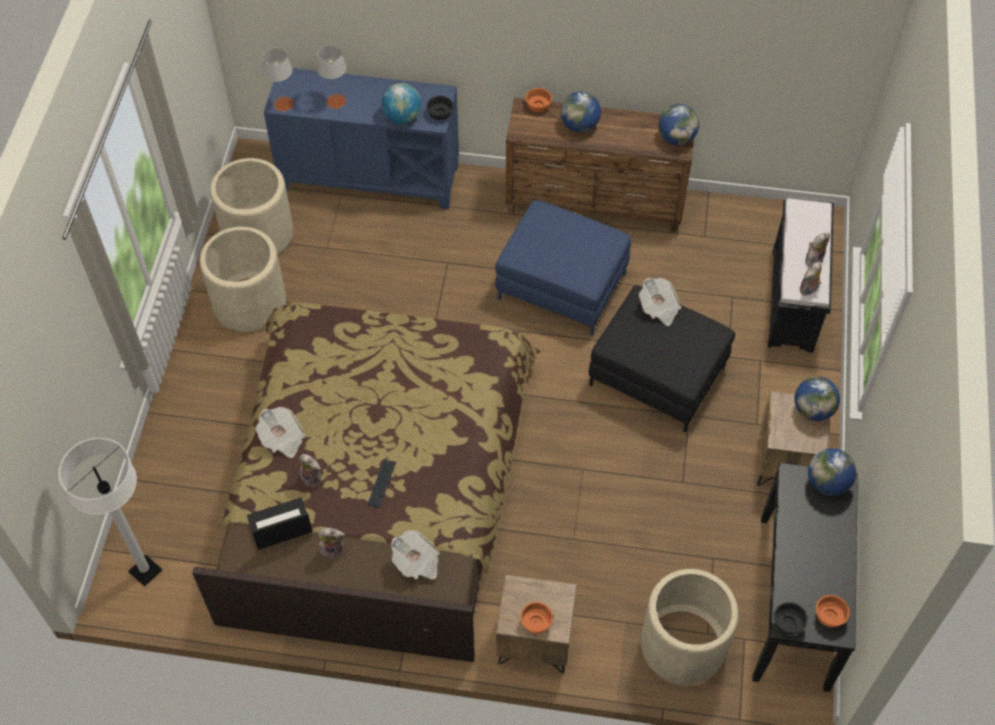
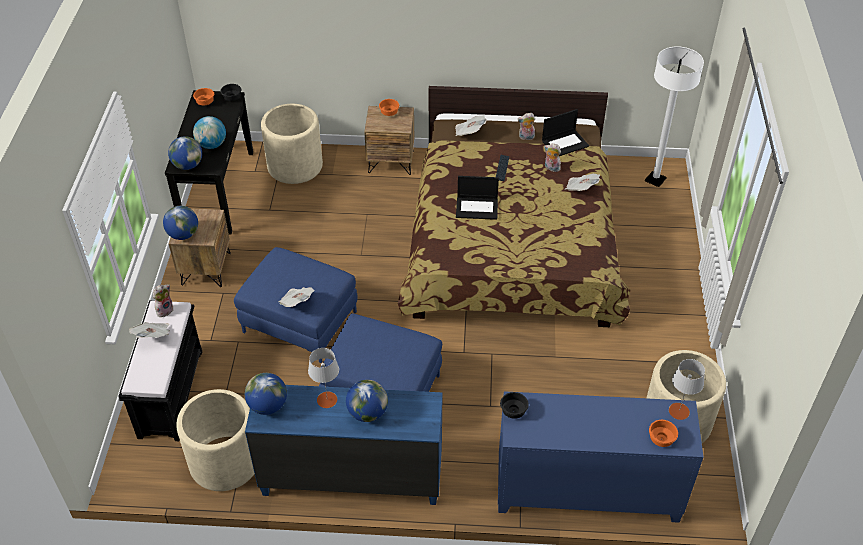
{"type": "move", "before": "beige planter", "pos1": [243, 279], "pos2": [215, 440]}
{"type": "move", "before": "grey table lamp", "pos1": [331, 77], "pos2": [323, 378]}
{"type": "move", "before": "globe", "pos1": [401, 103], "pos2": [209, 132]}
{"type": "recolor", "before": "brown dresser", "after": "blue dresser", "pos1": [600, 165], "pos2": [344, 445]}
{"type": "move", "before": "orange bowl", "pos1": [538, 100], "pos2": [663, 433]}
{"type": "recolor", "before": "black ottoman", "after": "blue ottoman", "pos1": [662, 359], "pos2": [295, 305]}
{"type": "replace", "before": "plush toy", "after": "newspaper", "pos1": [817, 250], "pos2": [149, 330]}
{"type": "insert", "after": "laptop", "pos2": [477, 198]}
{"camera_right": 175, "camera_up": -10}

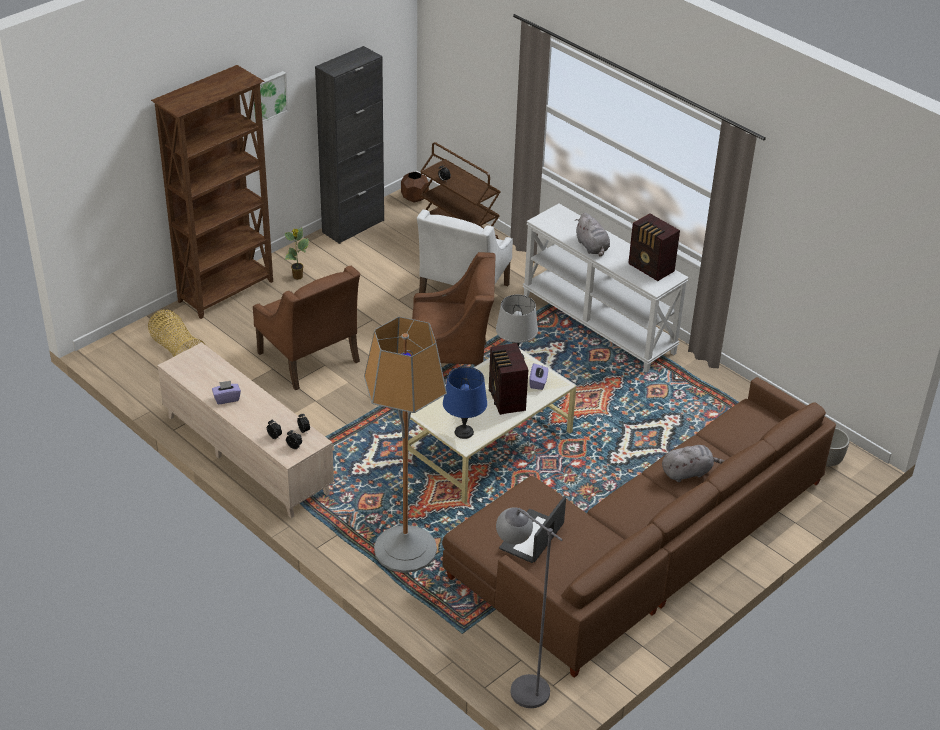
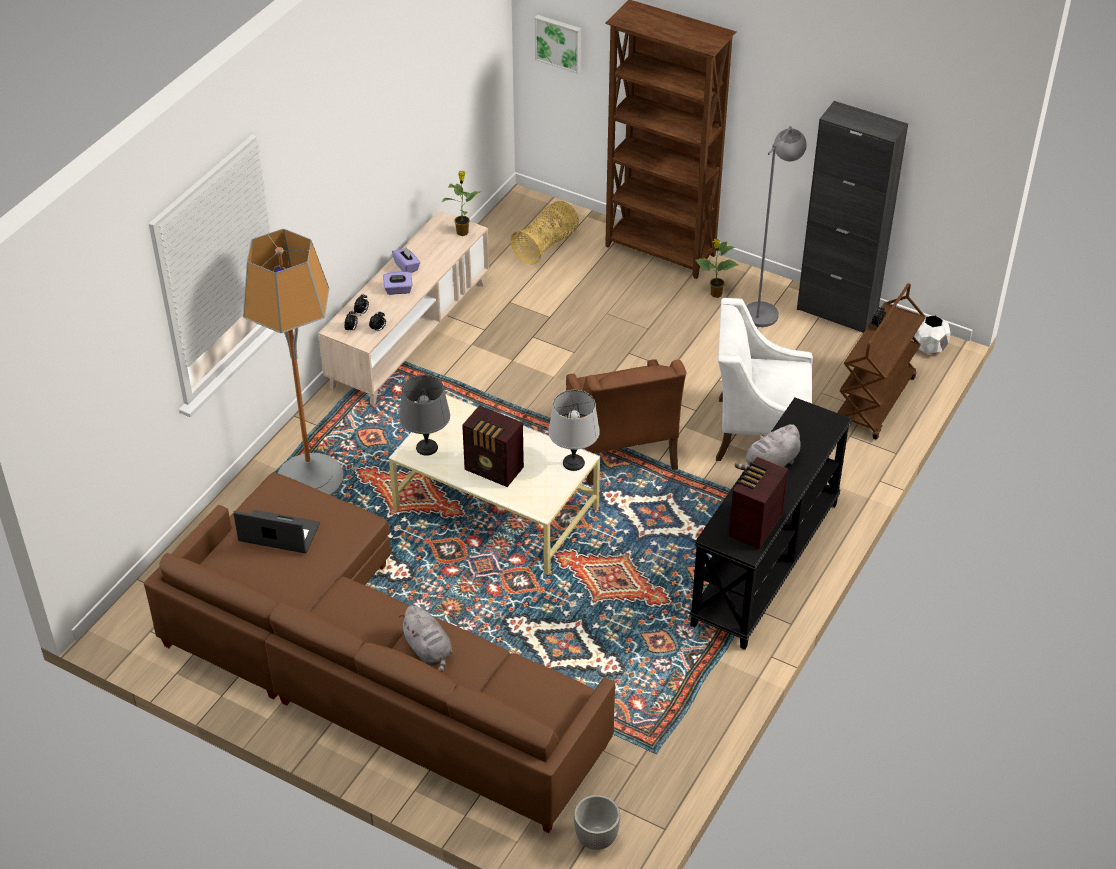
{"type": "move", "before": "picture", "pos1": [268, 97], "pos2": [558, 44]}
{"type": "delete", "before": "brown armchair", "pos1": [306, 328]}
{"type": "recolor", "before": "brown planter", "after": "white planter", "pos1": [415, 187], "pos2": [932, 334]}
{"type": "recolor", "before": "blue table lamp", "after": "grey table lamp", "pos1": [465, 402], "pos2": [424, 415]}
{"type": "rotate", "before": "radio", "pos1": [508, 379], "pos2": [493, 446], "turn": -120}
{"type": "move", "before": "grey floor lamp", "pos1": [529, 607], "pos2": [776, 226]}
{"type": "recolor", "before": "white console table", "after": "black console table", "pos1": [606, 288], "pos2": [770, 524]}
{"type": "move", "before": "purple tissue box", "pos1": [538, 376], "pos2": [397, 283]}
{"type": "insert", "after": "potted plant", "pos2": [462, 203]}
{"camera_right": 75, "camera_up": 5}

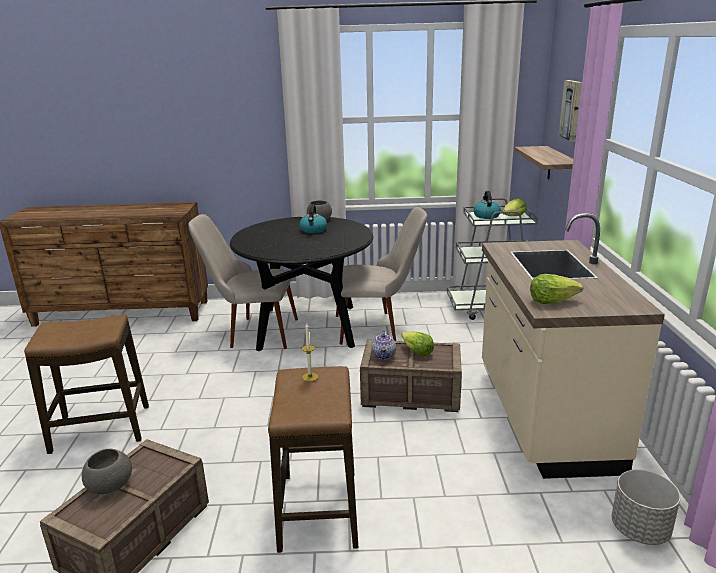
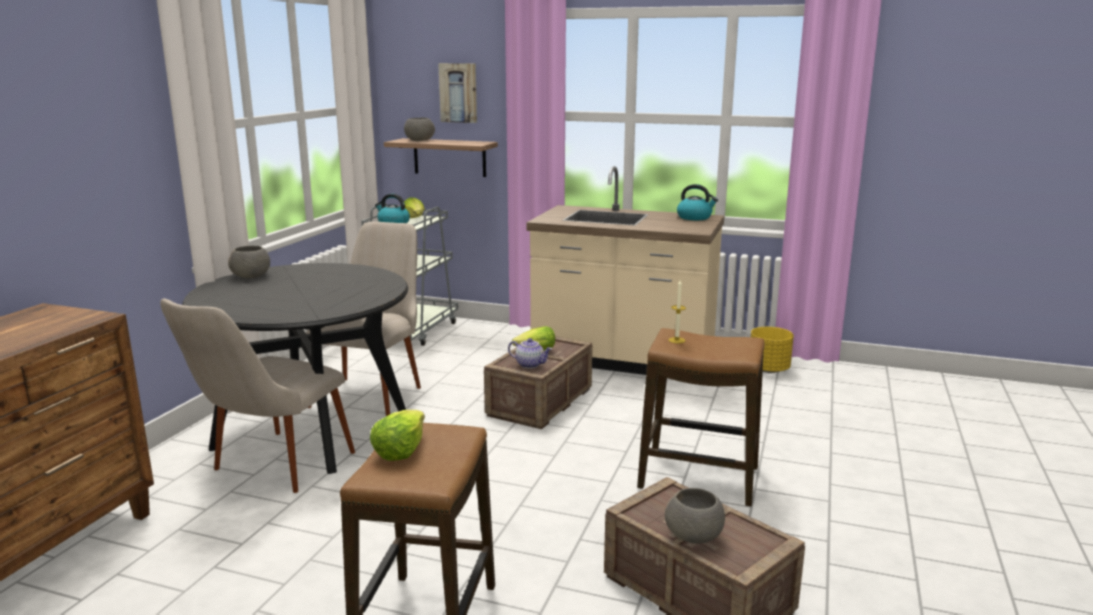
{"type": "move", "before": "kettle", "pos1": [313, 218], "pos2": [697, 202]}
{"type": "move", "before": "lettuce", "pos1": [556, 289], "pos2": [397, 435]}
{"type": "recolor", "before": "grey planter", "after": "yellow planter", "pos1": [646, 507], "pos2": [772, 350]}
{"type": "insert", "after": "grey bowl", "pos2": [419, 129]}
{"camera_right": -70, "camera_up": -5}

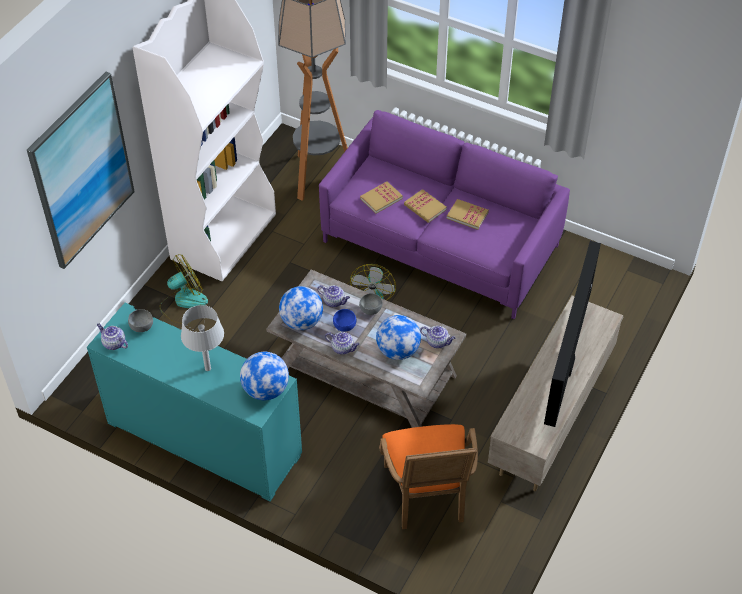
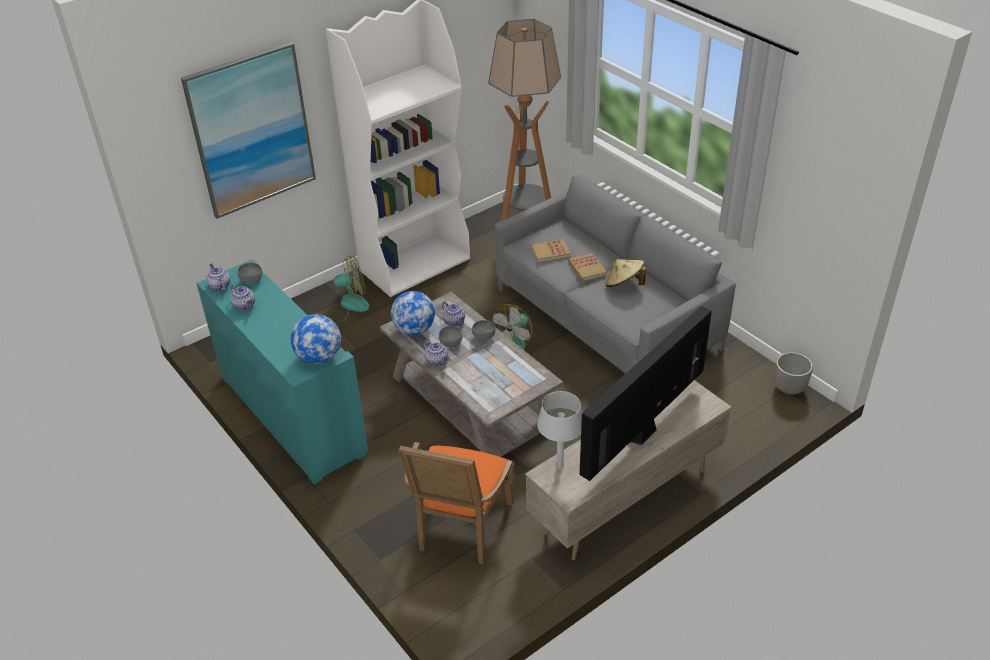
{"type": "move", "before": "grey table lamp", "pos1": [202, 338], "pos2": [559, 430]}
{"type": "recolor", "before": "purple sofa", "after": "grey sofa", "pos1": [444, 214], "pos2": [615, 274]}
{"type": "recolor", "before": "blue bowl", "after": "grey bowl", "pos1": [344, 320], "pos2": [450, 337]}
{"type": "delete", "before": "globe", "pos1": [398, 337]}
{"type": "move", "before": "teapot", "pos1": [437, 337], "pos2": [243, 297]}
{"type": "replace", "before": "book", "after": "beige hat", "pos1": [468, 214], "pos2": [626, 273]}
{"type": "insert", "after": "planter", "pos2": [793, 373]}
{"camera_right": 25, "camera_up": -10}

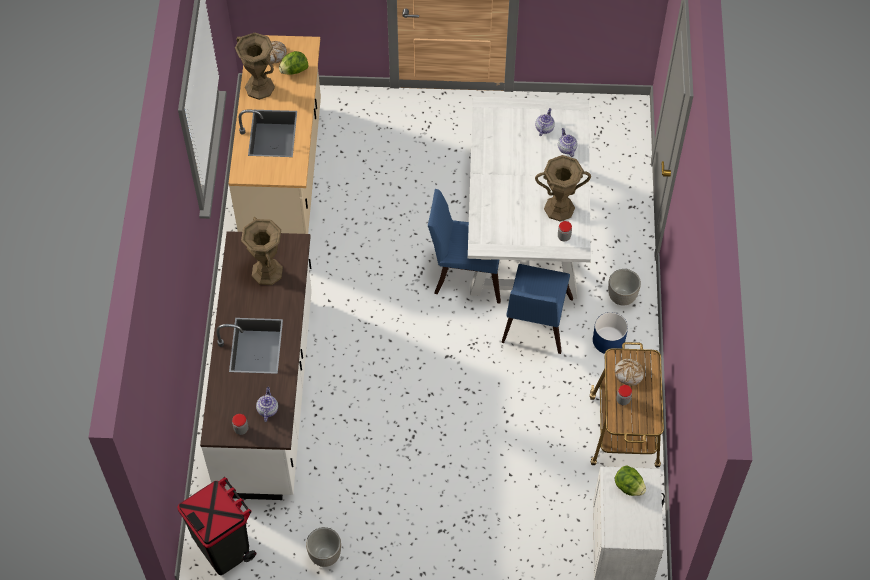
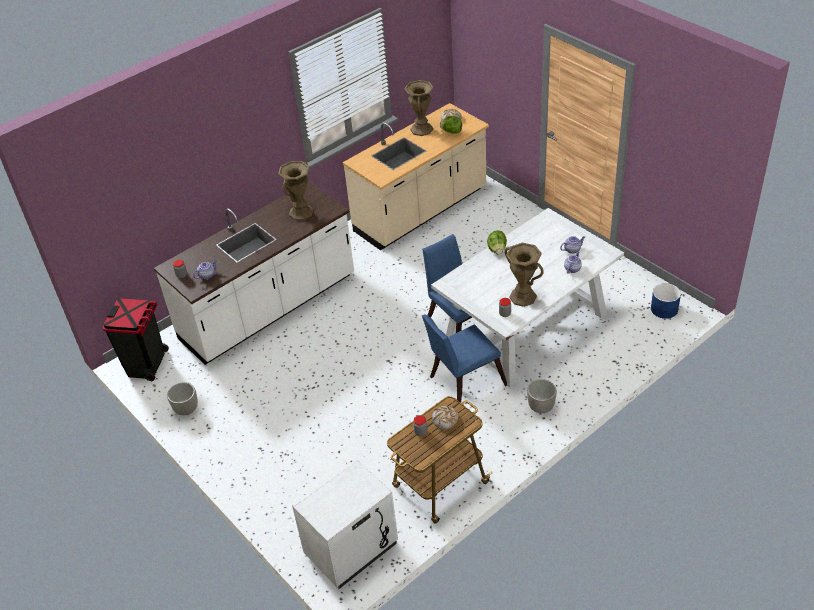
{"type": "move", "before": "blue planter", "pos1": [610, 333], "pos2": [666, 301]}
{"type": "move", "before": "lettuce", "pos1": [630, 480], "pos2": [497, 242]}
{"camera_right": 50, "camera_up": -15}

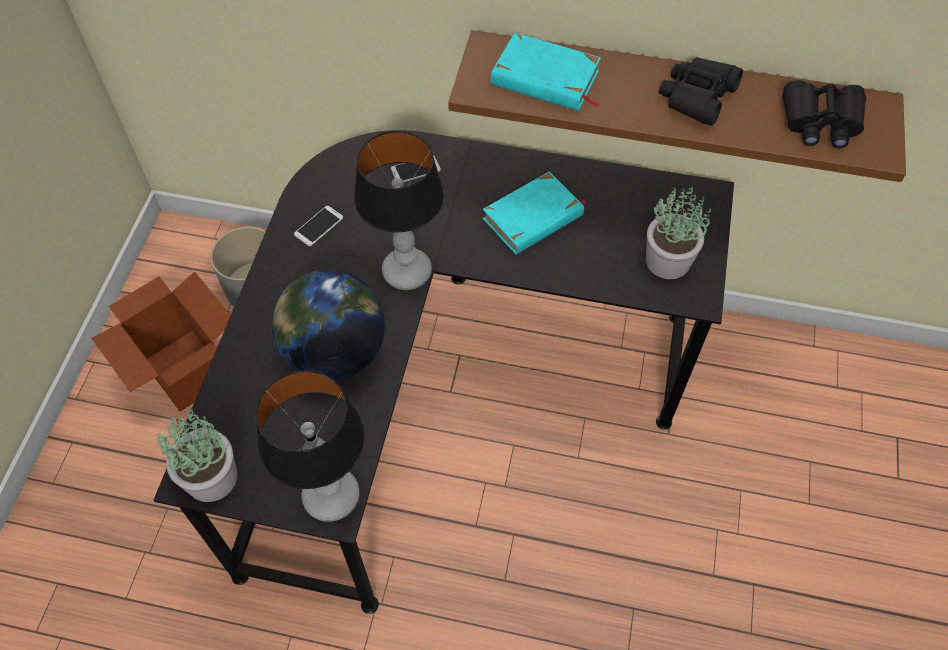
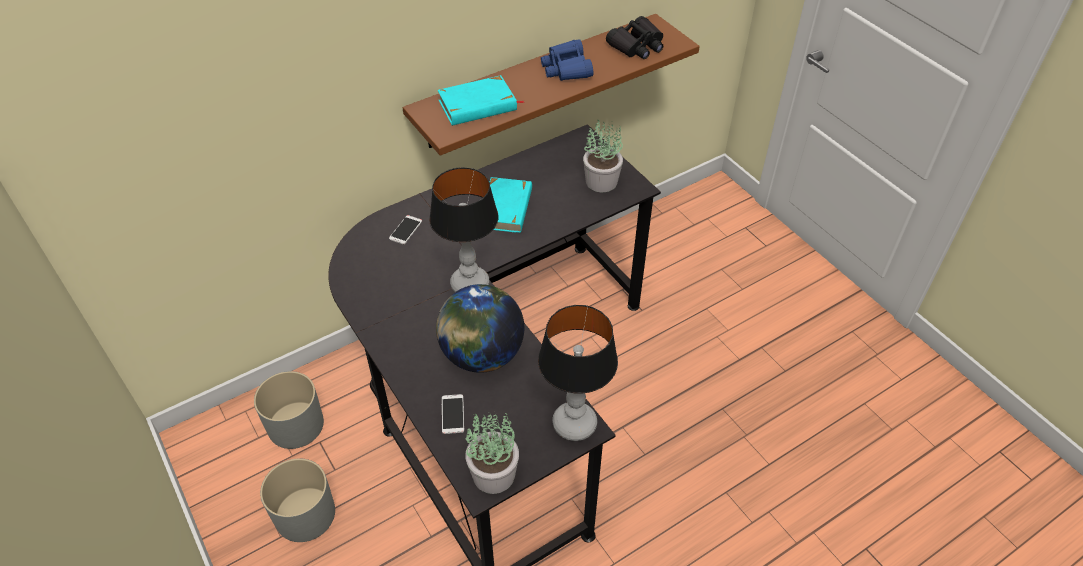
{"type": "replace", "before": "cardboard box", "after": "grey planter", "pos1": [161, 341], "pos2": [297, 500]}
{"type": "move", "before": "phone", "pos1": [318, 226], "pos2": [453, 414]}
{"type": "recolor", "before": "black binoculars", "after": "blue binoculars", "pos1": [701, 91], "pos2": [567, 60]}
{"camera_right": -45, "camera_up": -10}

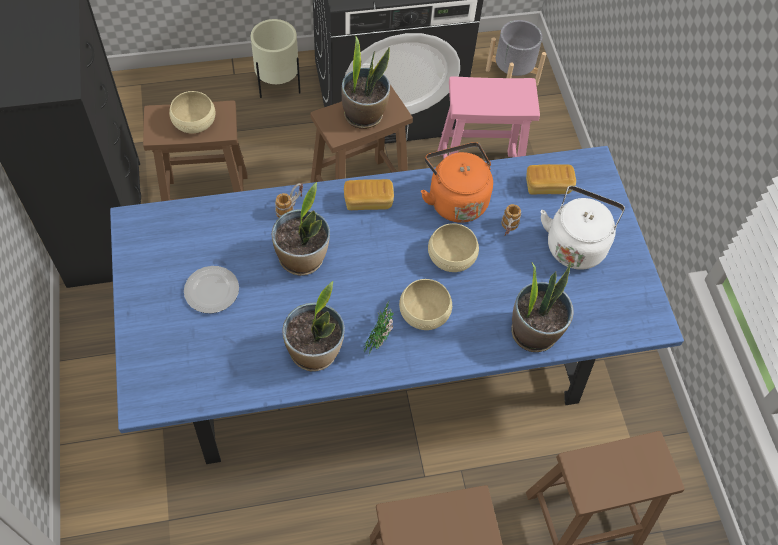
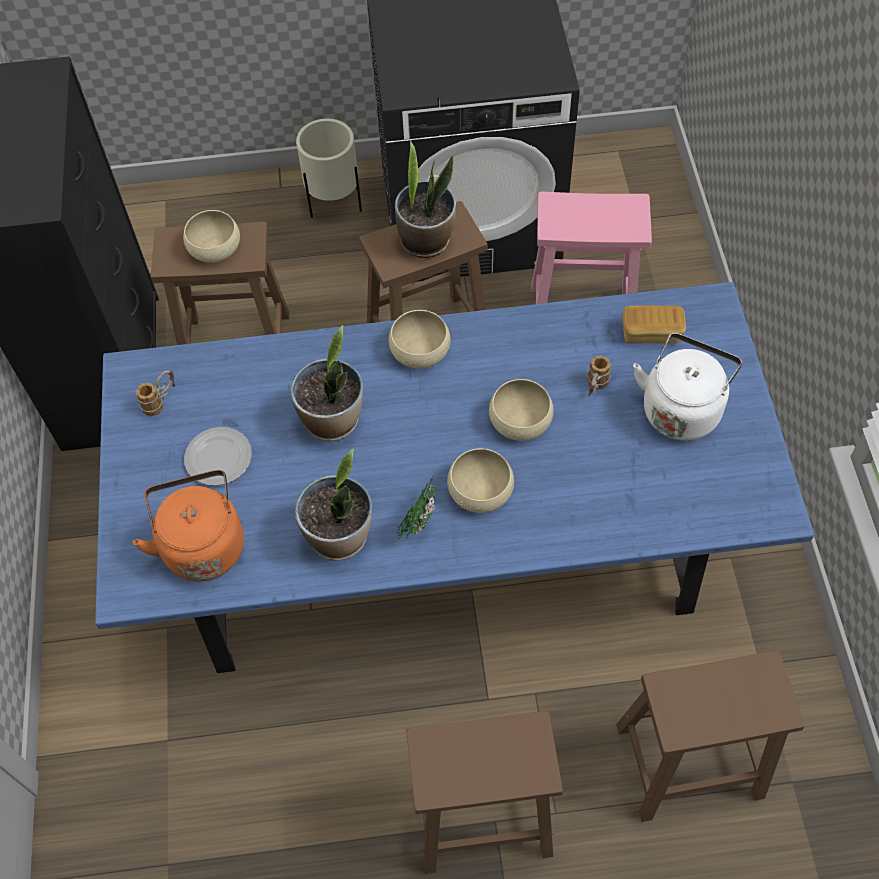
{"type": "move", "before": "mug", "pos1": [289, 200], "pos2": [155, 393]}
{"type": "replace", "before": "bread", "after": "beige bowl", "pos1": [369, 194], "pos2": [419, 339]}
{"type": "move", "before": "orange kettle", "pos1": [457, 182], "pos2": [188, 525]}
{"type": "delete", "before": "grey planter", "pos1": [516, 53]}
{"type": "delete", "before": "potted plant", "pos1": [542, 306]}
{"camera_right": 10, "camera_up": 0}

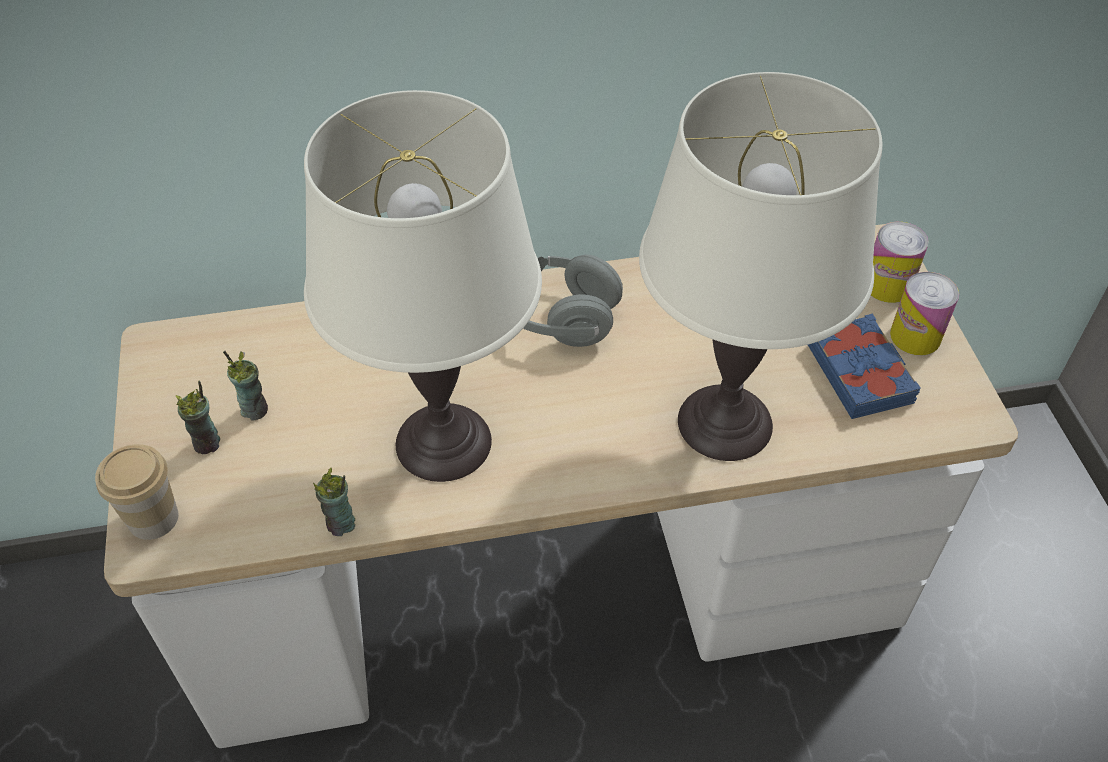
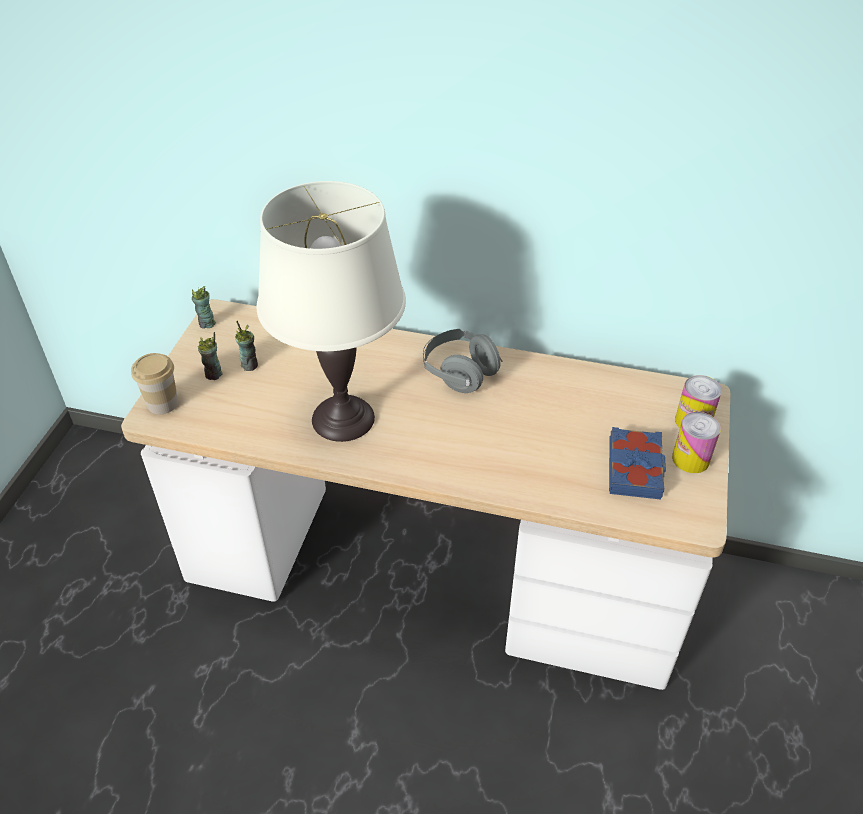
{"type": "move", "before": "cup", "pos1": [334, 502], "pos2": [204, 307]}
{"type": "delete", "before": "white table lamp", "pos1": [760, 266]}
{"camera_right": 25, "camera_up": -5}

